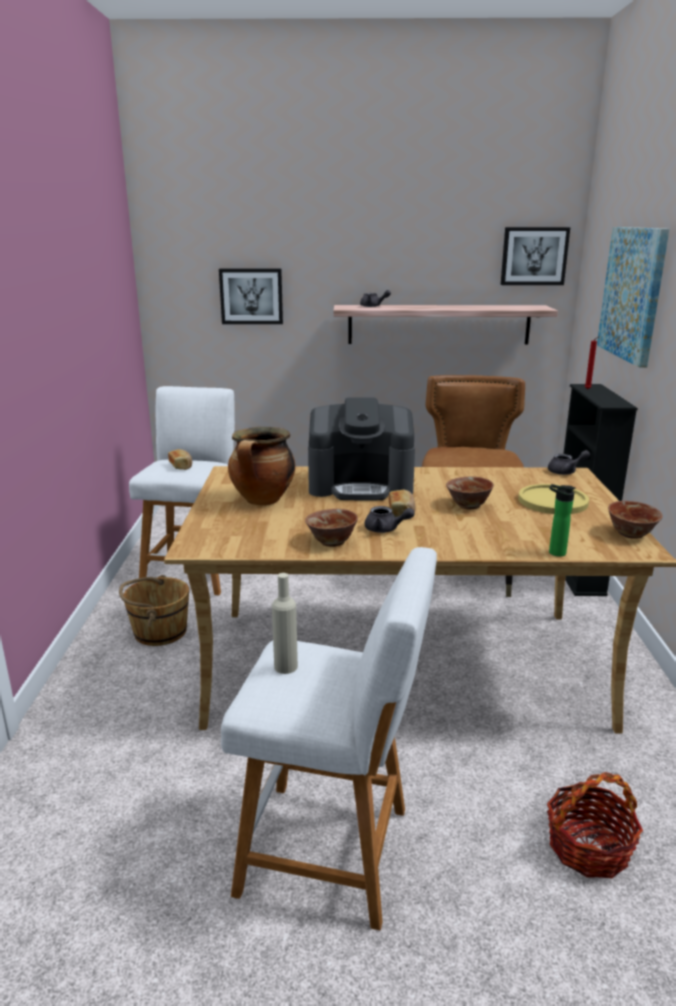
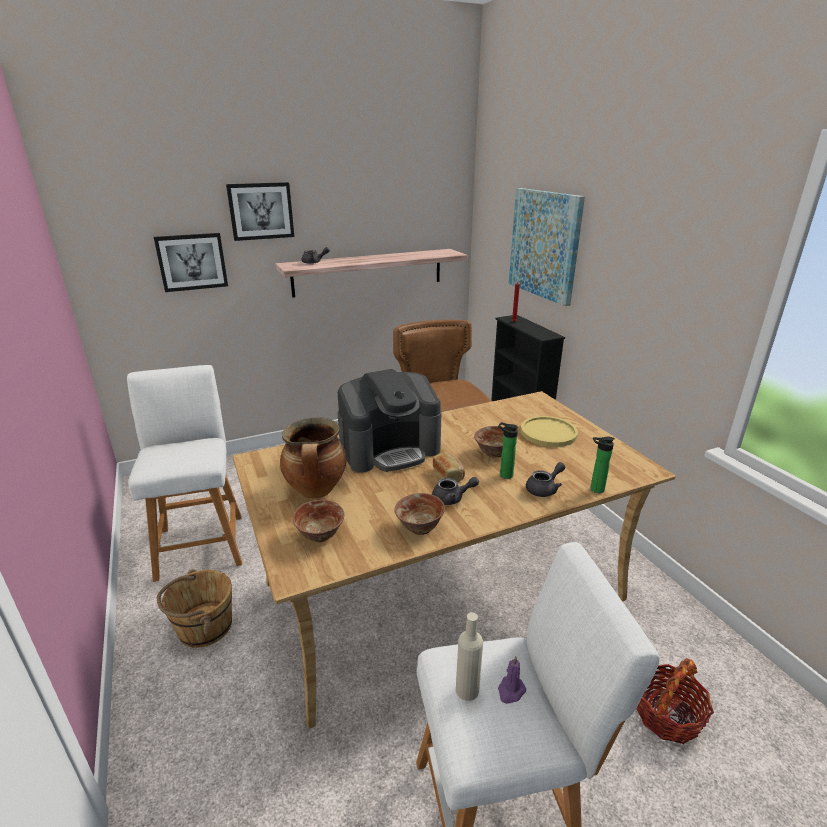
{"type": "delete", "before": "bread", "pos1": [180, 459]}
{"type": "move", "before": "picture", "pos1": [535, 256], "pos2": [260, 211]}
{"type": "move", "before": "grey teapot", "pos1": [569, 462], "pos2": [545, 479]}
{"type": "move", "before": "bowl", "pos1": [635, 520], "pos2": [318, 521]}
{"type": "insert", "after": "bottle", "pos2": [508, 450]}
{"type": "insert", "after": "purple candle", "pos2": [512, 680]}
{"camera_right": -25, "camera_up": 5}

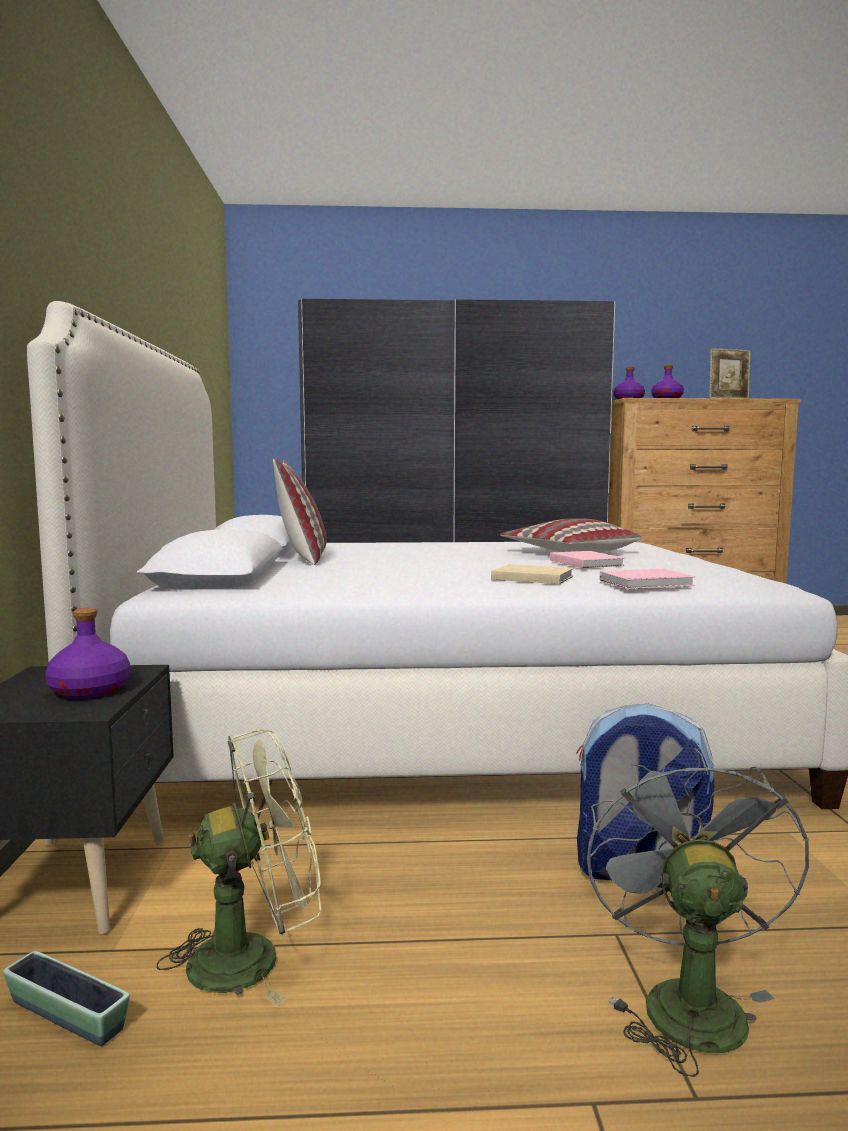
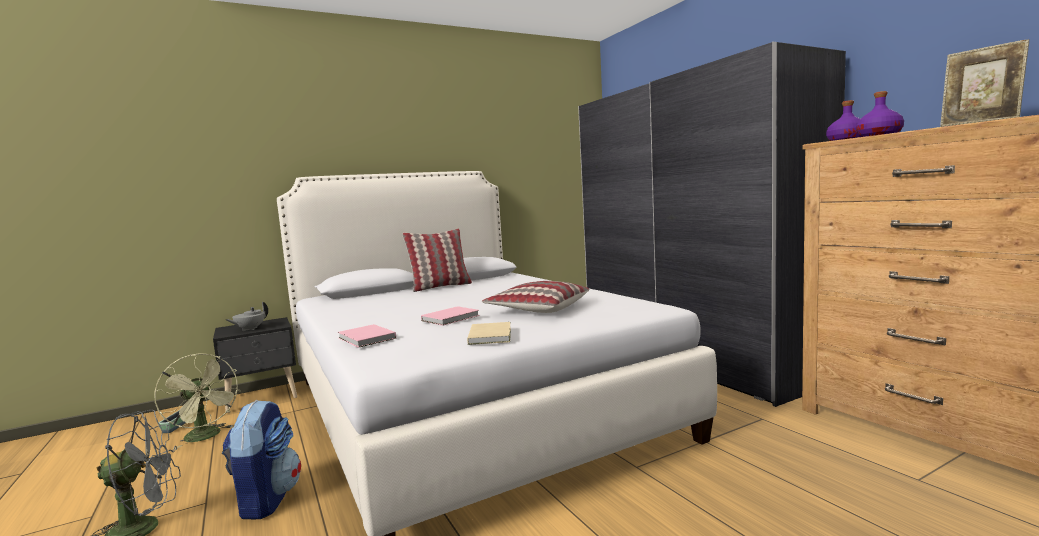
{"type": "replace", "before": "purple bottle", "after": "grey teapot", "pos1": [87, 653], "pos2": [247, 316]}
{"type": "move", "before": "beige book", "pos1": [532, 574], "pos2": [489, 333]}
{"camera_right": 65, "camera_up": 0}

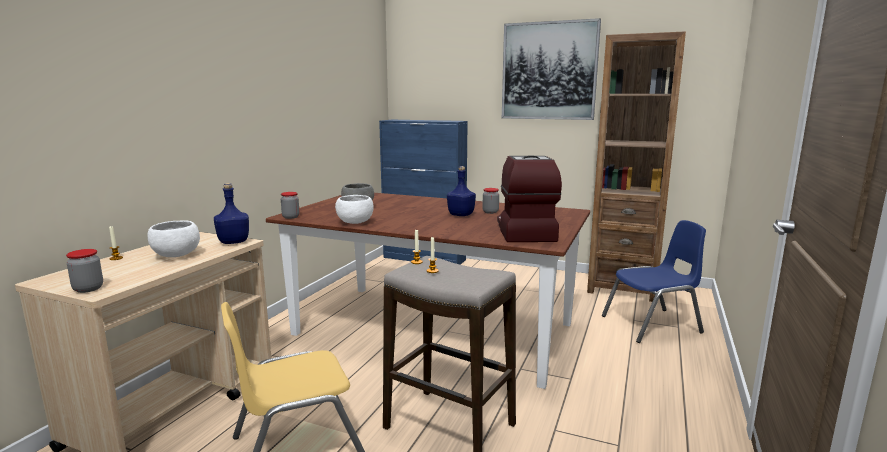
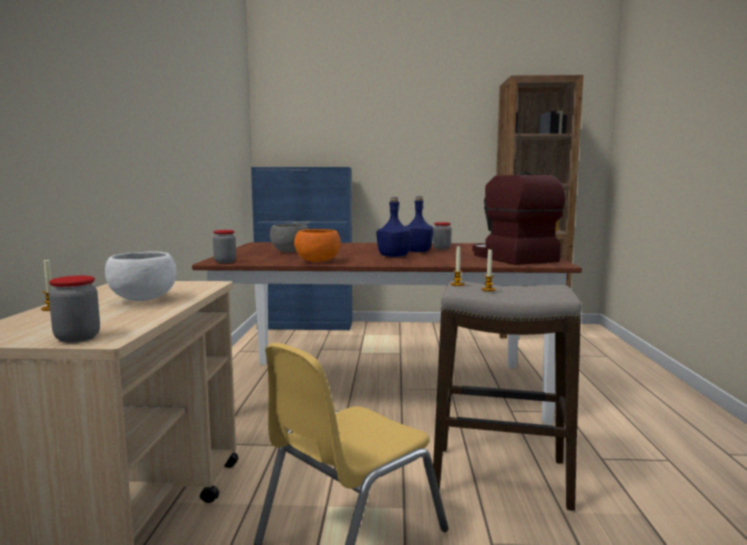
{"type": "move", "before": "blue bottle", "pos1": [231, 213], "pos2": [394, 227]}
{"type": "recolor", "before": "white bowl", "after": "orange bowl", "pos1": [354, 209], "pos2": [317, 245]}
{"type": "delete", "before": "picture", "pos1": [551, 69]}
{"type": "delete", "before": "blue chair", "pos1": [654, 281]}
{"camera_right": -20, "camera_up": -5}

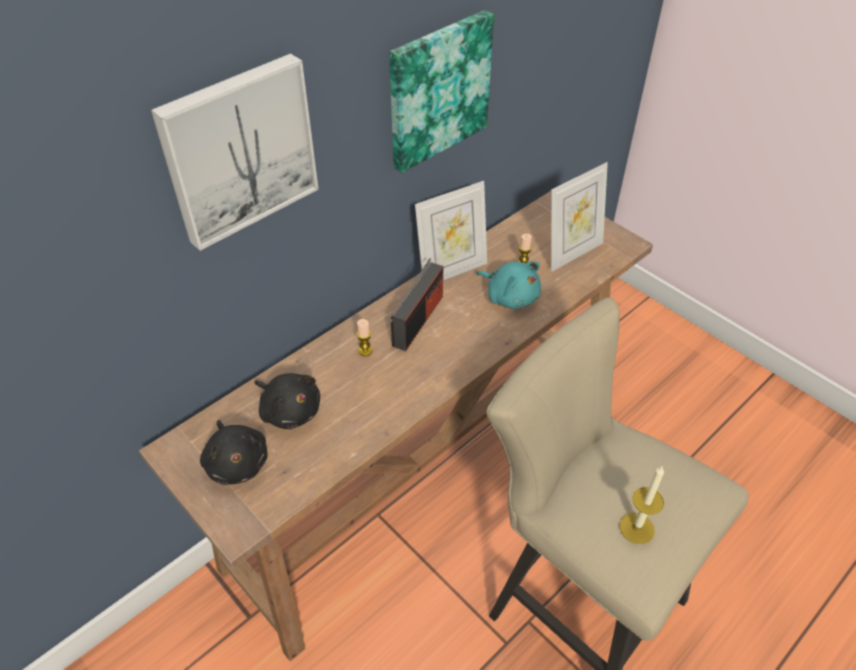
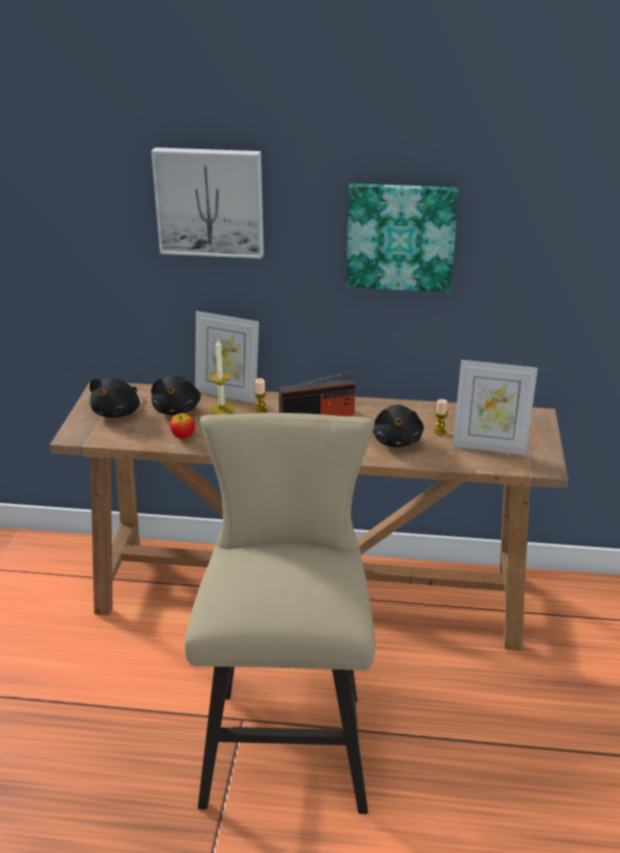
{"type": "move", "before": "picture frame", "pos1": [451, 230], "pos2": [227, 357]}
{"type": "recolor", "before": "turquoise plush toy", "after": "black plush toy", "pos1": [509, 285], "pos2": [398, 426]}
{"type": "move", "before": "candle", "pos1": [641, 504], "pos2": [222, 377]}
{"type": "insert", "after": "apple", "pos2": [182, 426]}
{"camera_right": 50, "camera_up": -15}

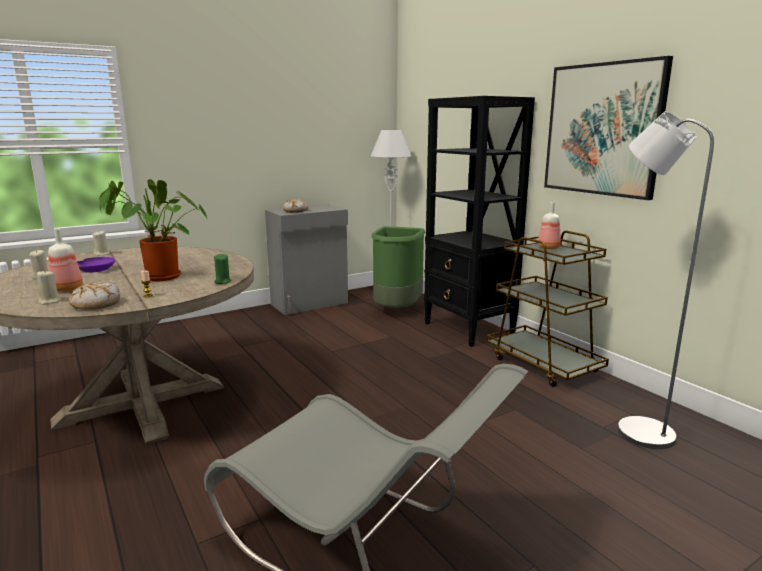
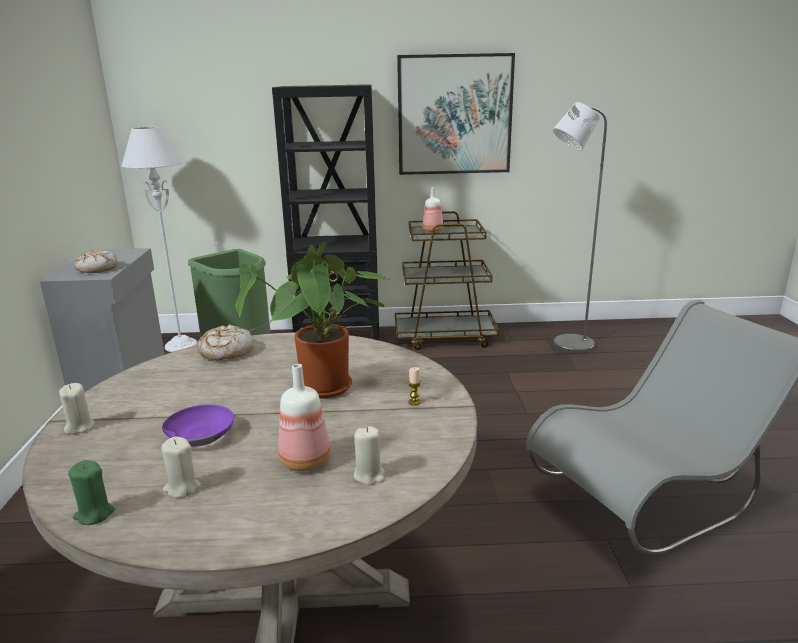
{"type": "move", "before": "bread", "pos1": [94, 296], "pos2": [225, 342]}
{"type": "move", "before": "green candle", "pos1": [222, 269], "pos2": [91, 492]}
{"camera_right": -60, "camera_up": 5}

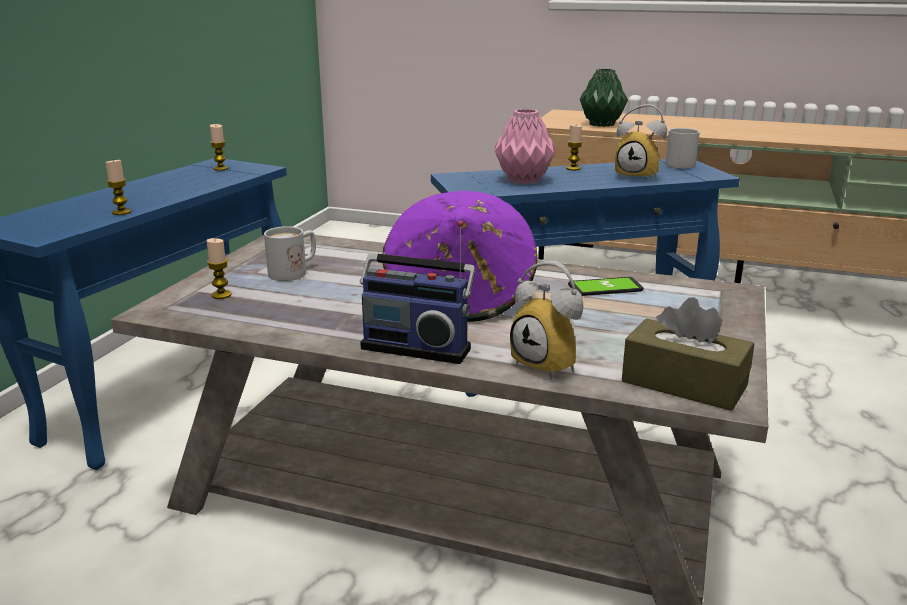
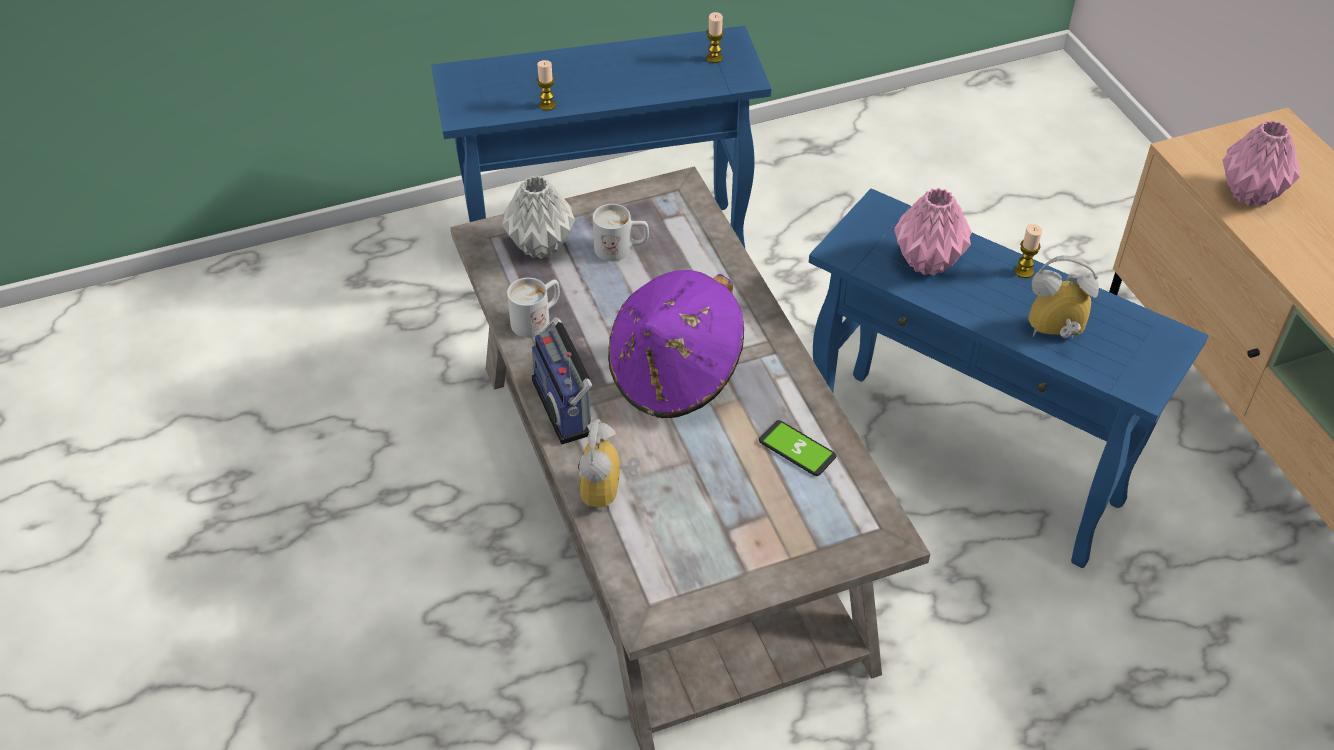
{"type": "replace", "before": "candle", "after": "grey vase", "pos1": [219, 268], "pos2": [538, 217]}
{"type": "recolor", "before": "green vase", "after": "pink vase", "pos1": [604, 98], "pos2": [1261, 163]}
{"type": "rotate", "before": "alarm clock", "pos1": [641, 143], "pos2": [1064, 297], "turn": 105}
{"type": "delete", "before": "brown tissue box", "pos1": [688, 354]}
{"type": "move", "before": "white mug", "pos1": [682, 148], "pos2": [533, 308]}
{"camera_right": 50, "camera_up": 25}

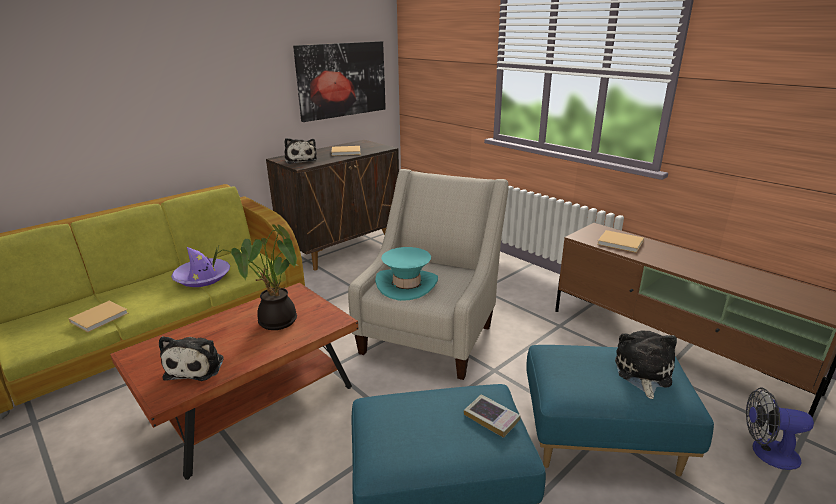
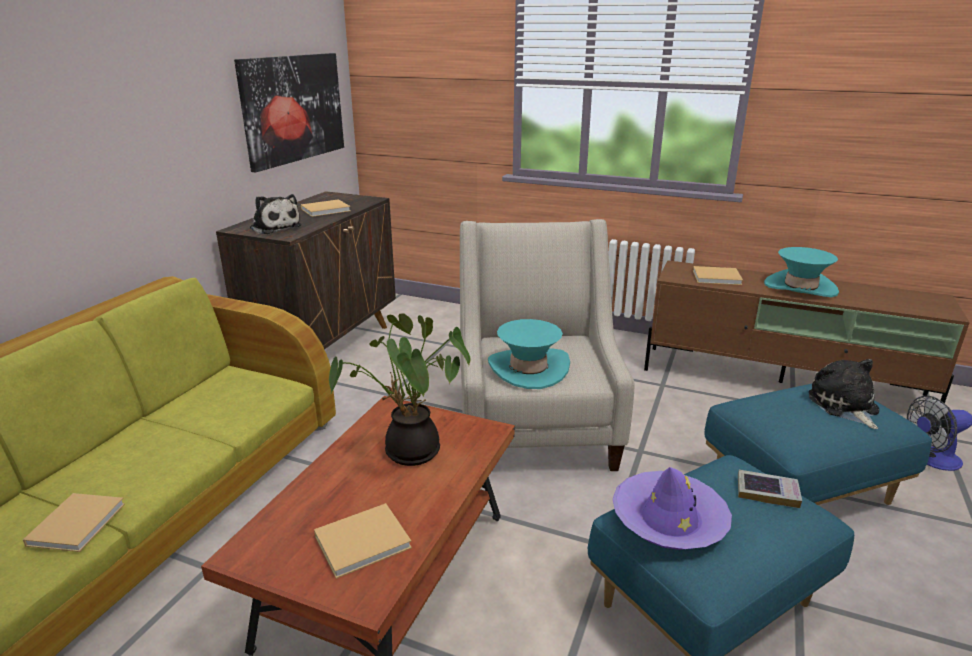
{"type": "replace", "before": "plush toy", "after": "beige book", "pos1": [191, 358], "pos2": [363, 541]}
{"type": "move", "before": "purple hat", "pos1": [200, 267], "pos2": [672, 508]}
{"type": "insert", "after": "turquoise hat", "pos2": [801, 272]}
{"camera_right": -25, "camera_up": 0}

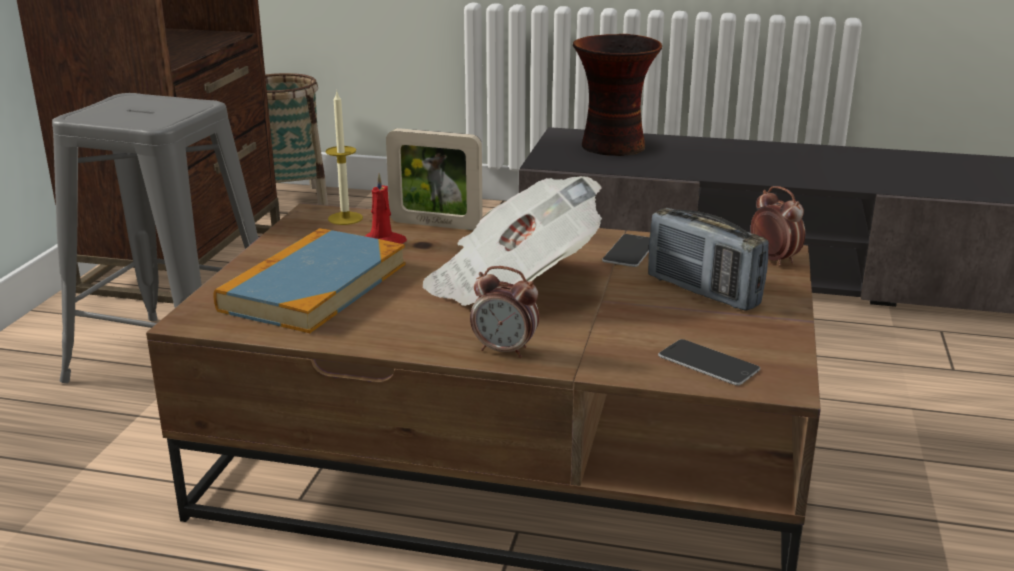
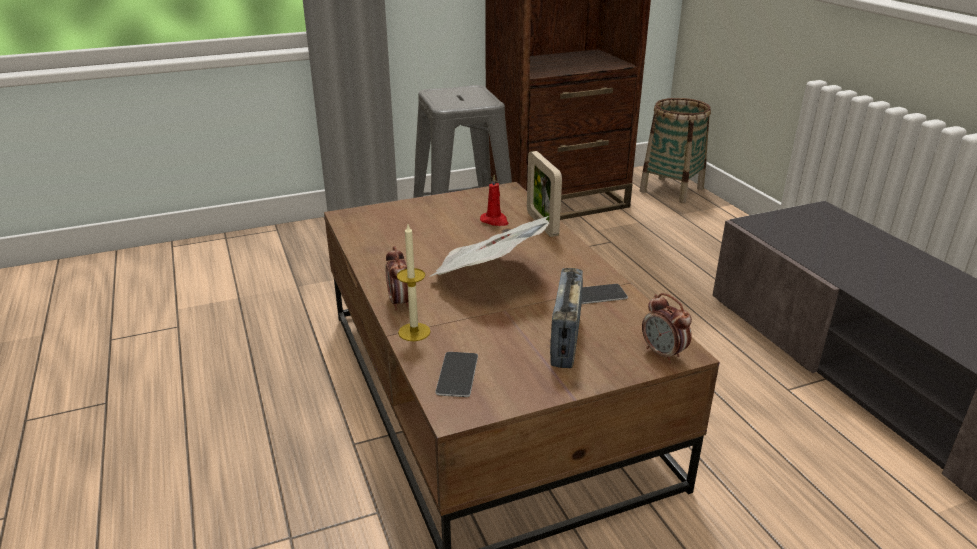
{"type": "delete", "before": "book", "pos1": [310, 280]}
{"type": "move", "before": "candle", "pos1": [344, 158], "pos2": [414, 282]}
{"type": "delete", "before": "vase", "pos1": [617, 95]}
{"type": "rotate", "before": "alarm clock", "pos1": [778, 226], "pos2": [667, 328], "turn": 120}
{"camera_right": 55, "camera_up": 5}

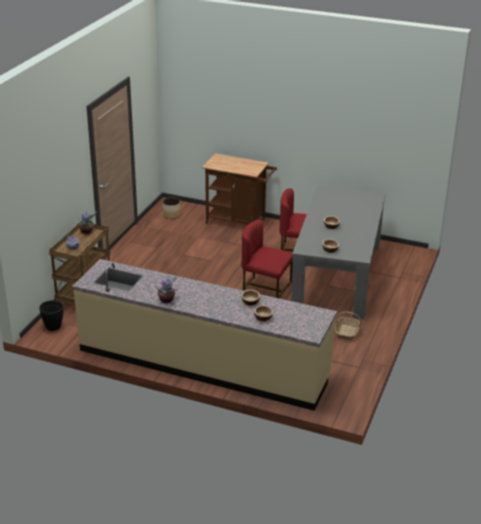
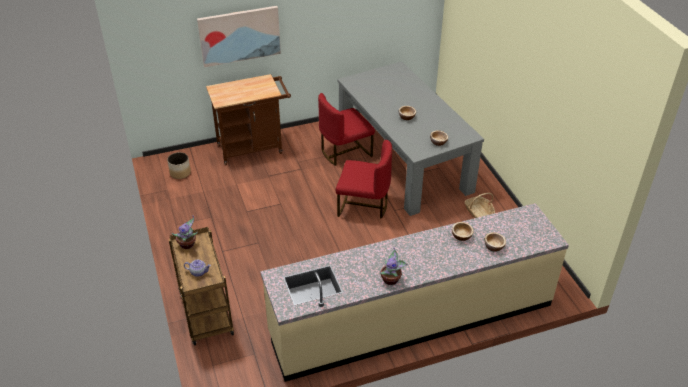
{"type": "delete", "before": "black planter", "pos1": [51, 315]}
{"type": "rotate", "before": "red chair", "pos1": [267, 259], "pos2": [364, 179], "turn": -150}
{"type": "insert", "after": "picture", "pos2": [239, 36]}
{"camera_right": -40, "camera_up": 10}

